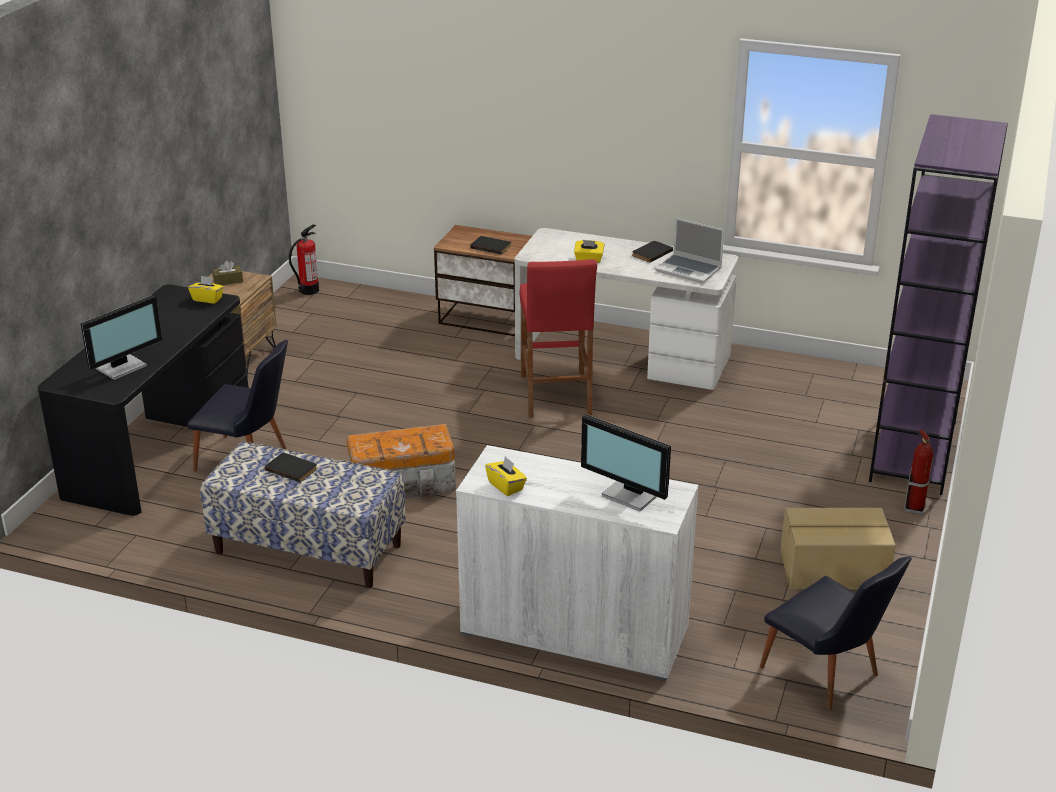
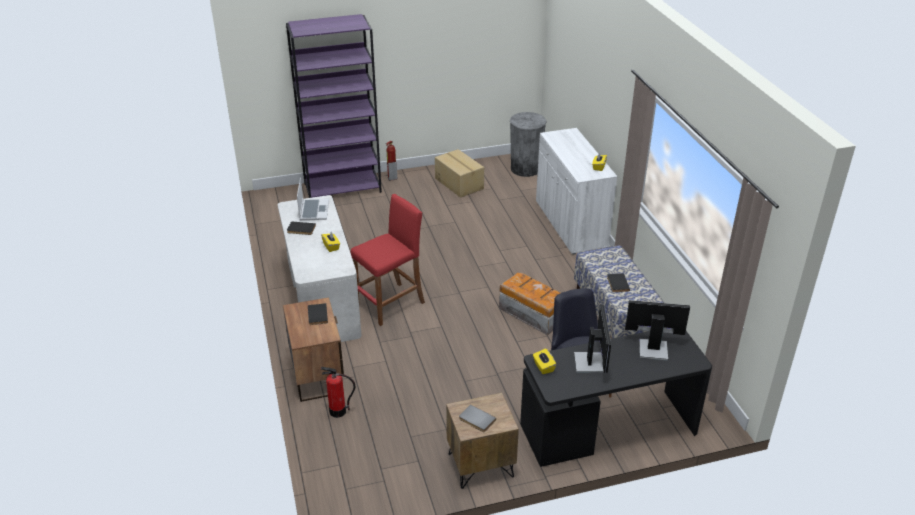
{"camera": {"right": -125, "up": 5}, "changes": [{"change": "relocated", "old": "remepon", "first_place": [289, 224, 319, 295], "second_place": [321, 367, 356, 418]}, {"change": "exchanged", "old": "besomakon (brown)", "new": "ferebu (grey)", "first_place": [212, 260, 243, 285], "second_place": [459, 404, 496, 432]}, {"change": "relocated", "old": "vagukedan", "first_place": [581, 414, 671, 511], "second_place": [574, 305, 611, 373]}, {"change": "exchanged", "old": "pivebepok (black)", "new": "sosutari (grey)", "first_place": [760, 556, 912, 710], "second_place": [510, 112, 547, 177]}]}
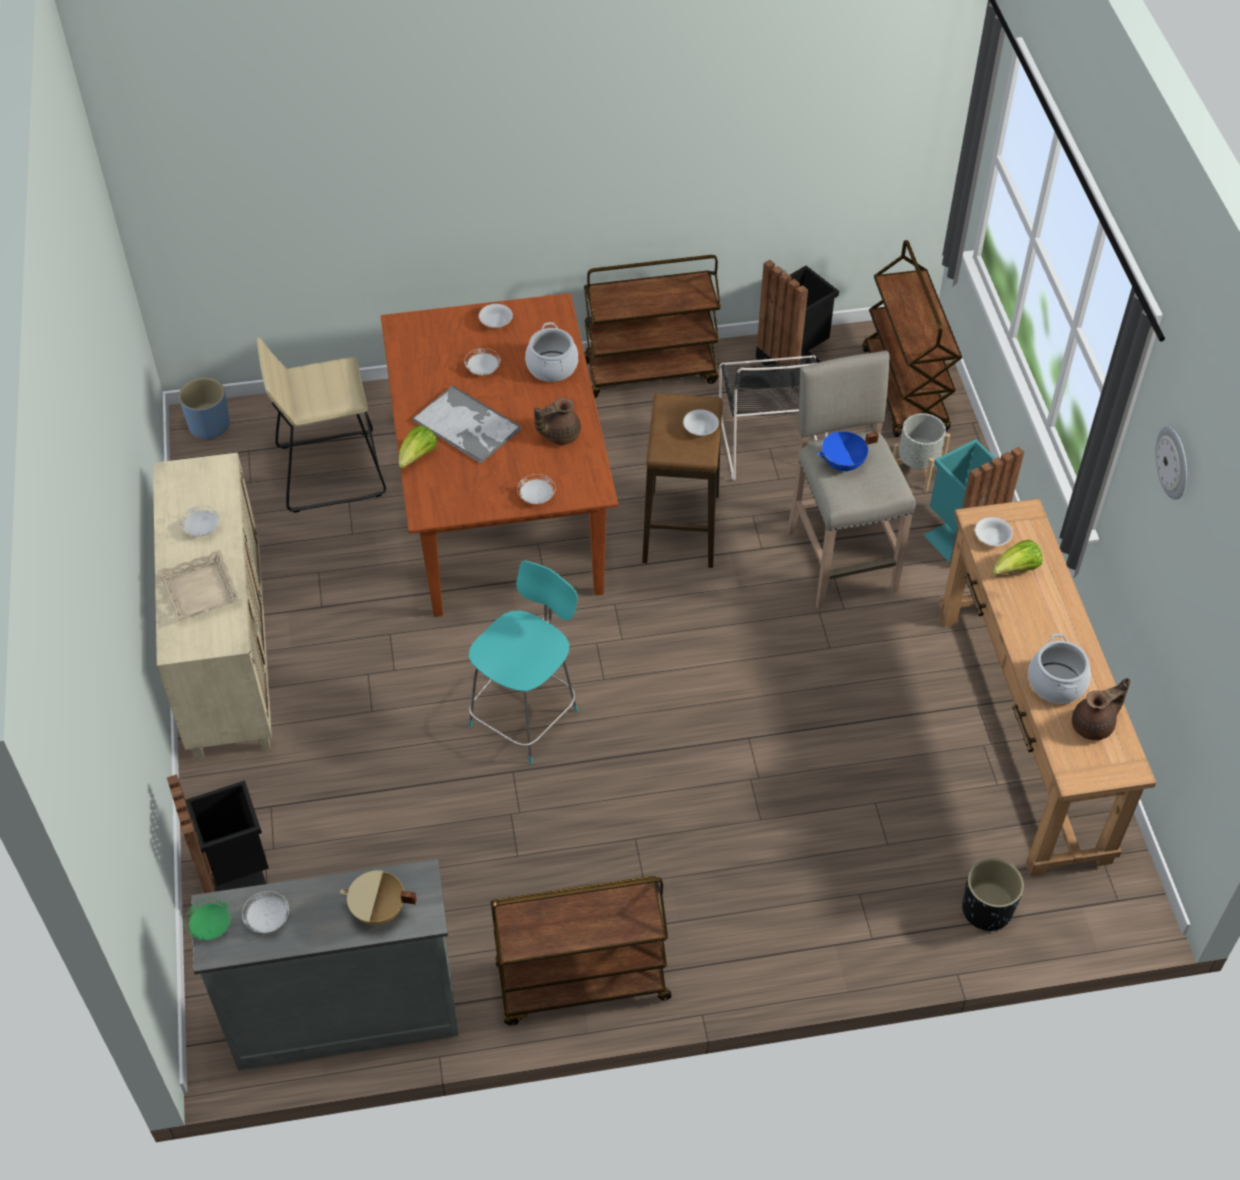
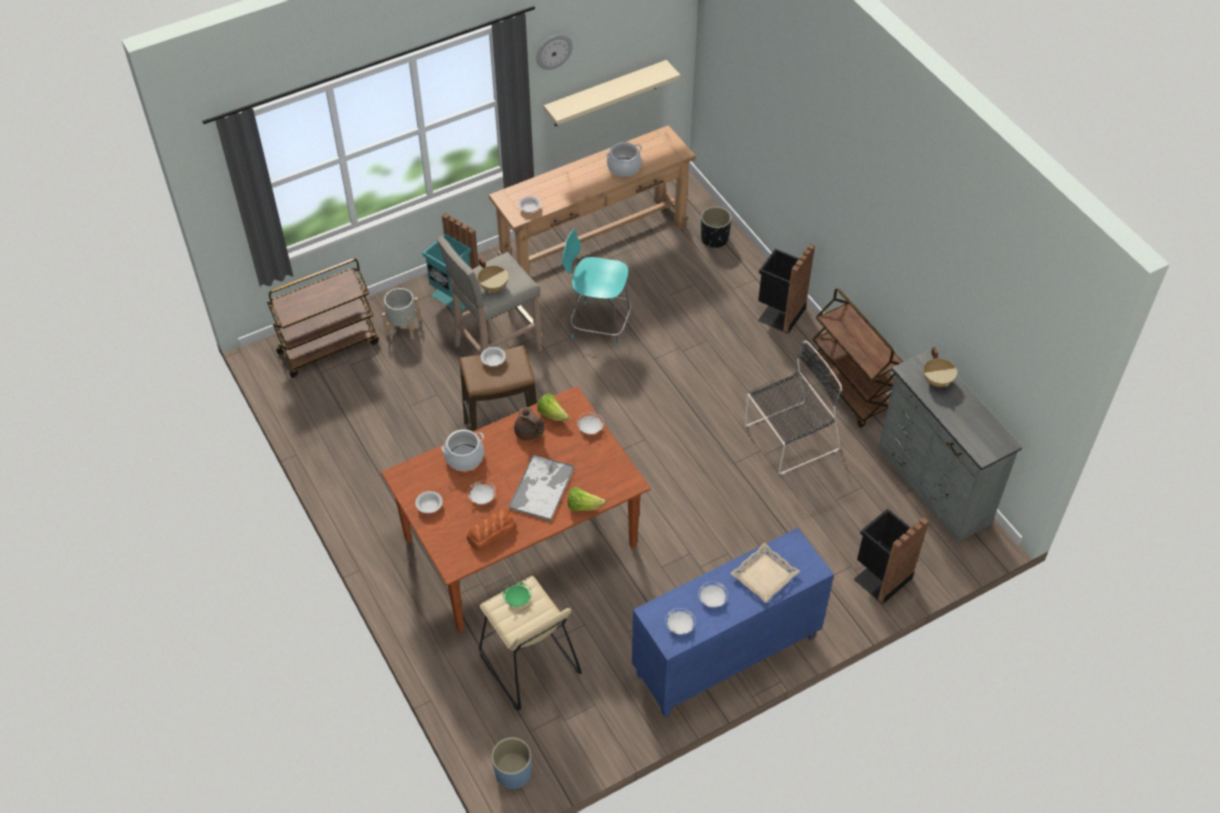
{"camera": {"right": -110, "up": 0}, "changes": [{"change": "missing", "old": "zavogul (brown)", "first_place": [584, 255, 721, 398]}, {"change": "relocated", "old": "sosutari (black)", "first_place": [756, 260, 839, 388], "second_place": [758, 244, 815, 334]}, {"change": "relocated", "old": "pivebepok (black)", "first_place": [719, 355, 828, 481], "second_place": [745, 341, 842, 475]}, {"change": "colour", "old": "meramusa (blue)", "new": "meramusa (beige)", "first_place": [817, 432, 879, 472], "second_place": [477, 258, 508, 292]}, {"change": "colour", "old": "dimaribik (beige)", "new": "dimaribik (blue)", "first_place": [153, 452, 272, 761], "second_place": [632, 528, 834, 717]}, {"change": "relocated", "old": "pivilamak", "first_place": [993, 540, 1042, 575], "second_place": [538, 393, 570, 421]}, {"change": "relocated", "old": "pivebepok (turquoise)", "first_place": [469, 561, 578, 764], "second_place": [562, 229, 632, 348]}, {"change": "missing", "old": "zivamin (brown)", "first_place": [1072, 678, 1130, 740]}, {"change": "relocated", "old": "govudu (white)", "first_place": [242, 891, 289, 934], "second_place": [665, 608, 696, 634]}, {"change": "relocated", "old": "govudu (green)", "first_place": [185, 898, 232, 940], "second_place": [503, 582, 532, 607]}, {"change": "appeared", "new": "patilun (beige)", "second_place": [544, 60, 680, 126]}, {"change": "appeared", "new": "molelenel", "second_place": [467, 509, 516, 551]}]}
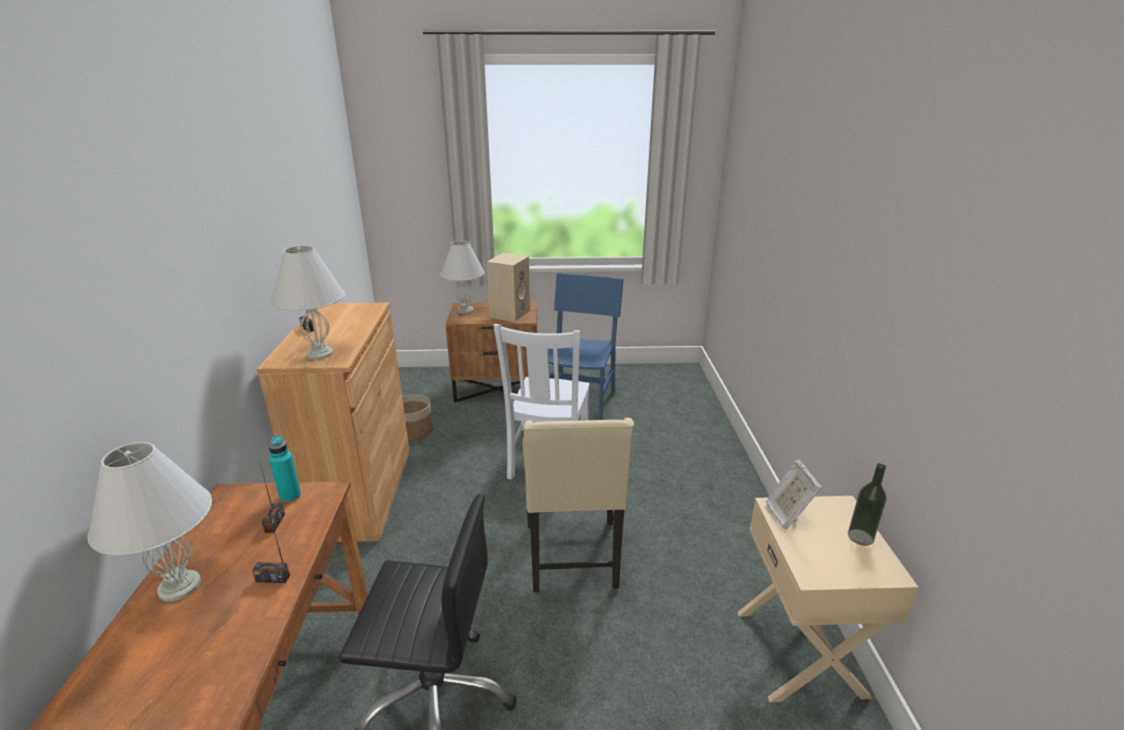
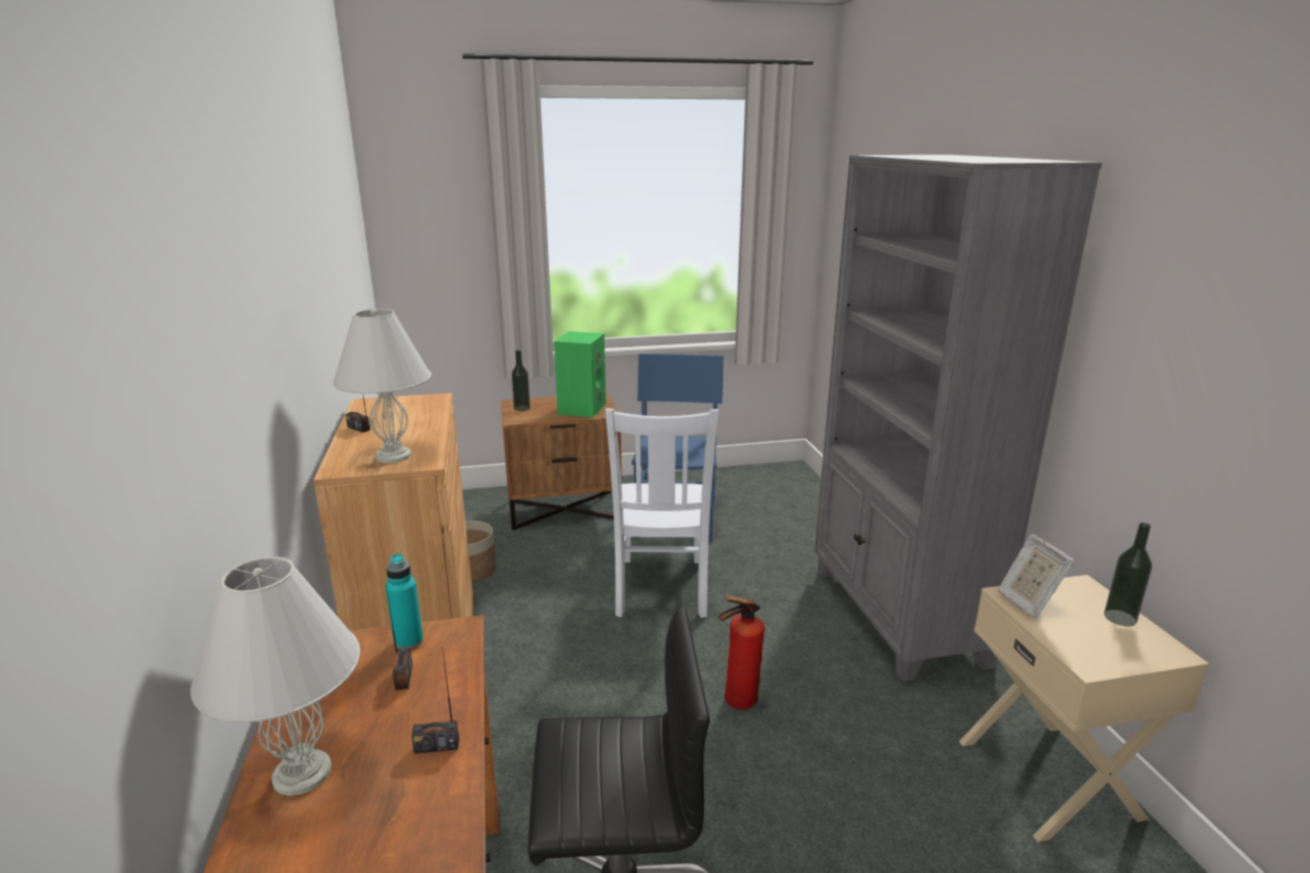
{"camera": {"right": -10, "up": -5}, "changes": [{"change": "exchanged", "old": "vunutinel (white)", "new": "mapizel", "first_place": [440, 241, 485, 314], "second_place": [511, 350, 530, 411]}, {"change": "colour", "old": "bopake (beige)", "new": "bopake (green)", "first_place": [487, 253, 530, 322], "second_place": [554, 331, 606, 418]}, {"change": "exchanged", "old": "pivebepok (beige)", "new": "remepon", "first_place": [523, 418, 634, 592], "second_place": [718, 595, 765, 710]}, {"change": "appeared", "new": "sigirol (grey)", "second_place": [815, 155, 1102, 683]}]}
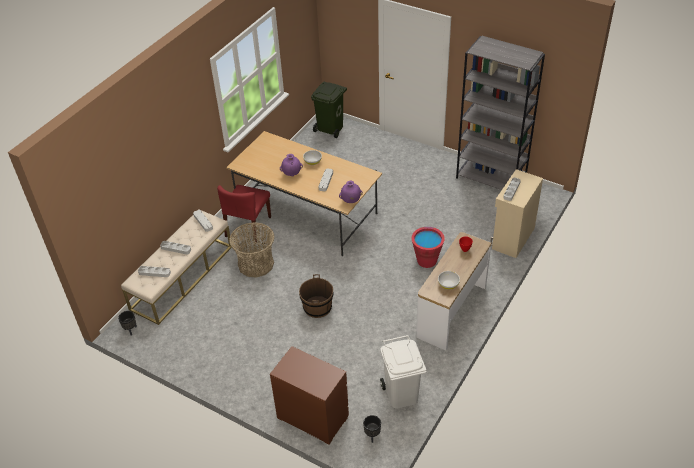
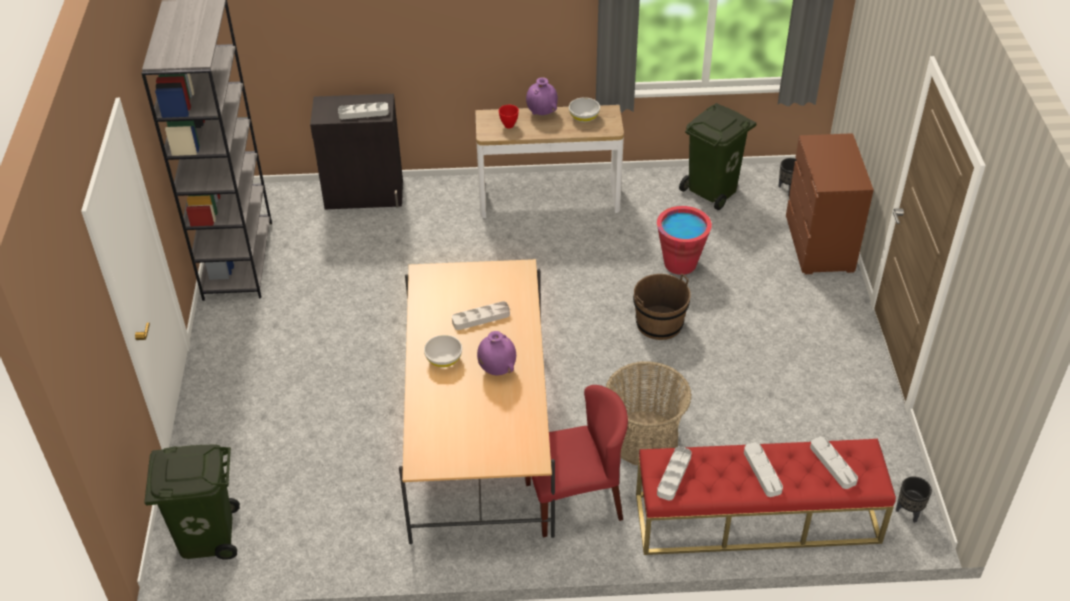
{"camera": {"right": -125, "up": 0}, "changes": [{"change": "colour", "old": "dimaribik (beige)", "new": "dimaribik (black)", "first_place": [490, 169, 543, 258], "second_place": [310, 94, 403, 210]}, {"change": "relocated", "old": "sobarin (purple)", "first_place": [339, 181, 363, 203], "second_place": [526, 77, 558, 115]}, {"change": "colour", "old": "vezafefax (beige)", "new": "vezafefax (red)", "first_place": [121, 209, 232, 325], "second_place": [636, 439, 896, 555]}, {"change": "relocated", "old": "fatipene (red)", "first_place": [412, 227, 445, 268], "second_place": [657, 206, 712, 275]}, {"change": "colour", "old": "sosutari (white)", "new": "sosutari (green)", "first_place": [380, 335, 427, 409], "second_place": [679, 103, 756, 210]}]}
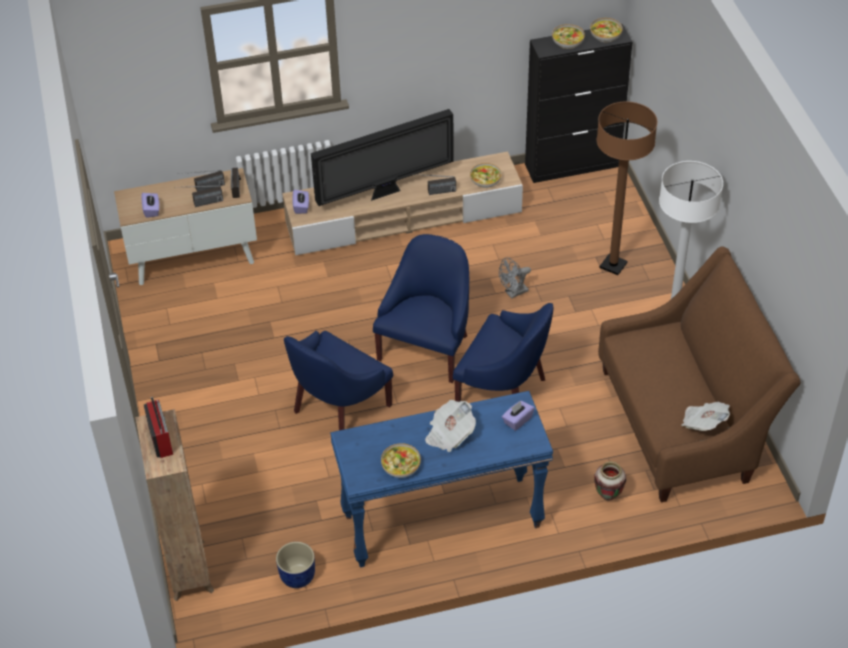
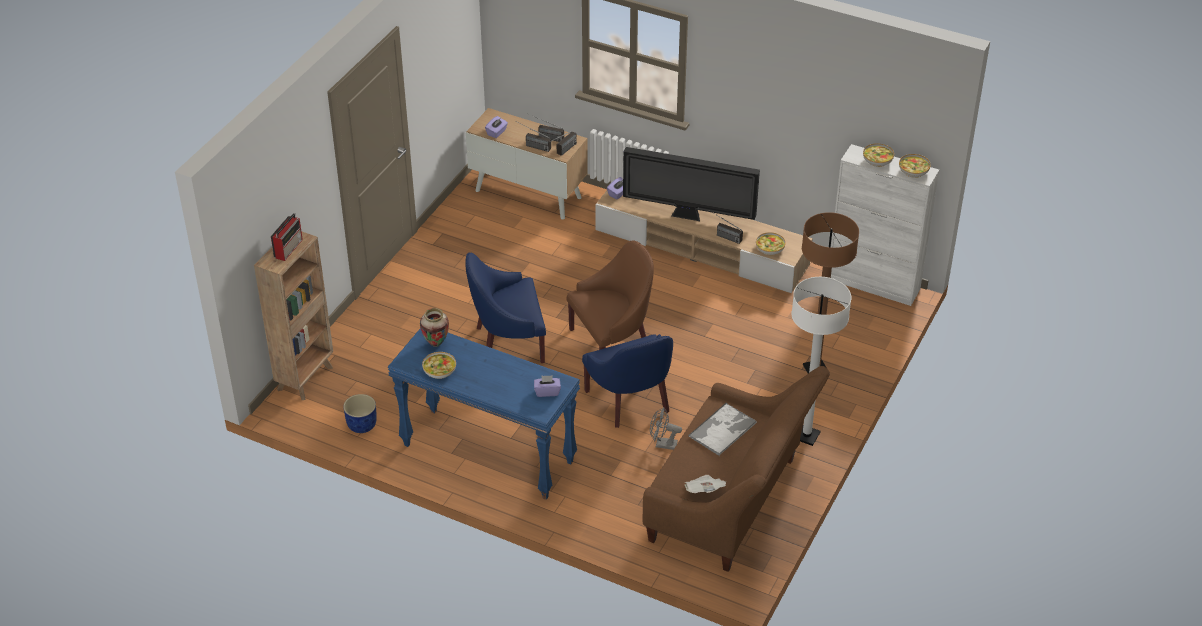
{"camera": {"right": 40, "up": -5}, "changes": [{"change": "colour", "old": "dimaribik (black)", "new": "dimaribik (white)", "first_place": [525, 24, 633, 183], "second_place": [831, 144, 939, 306]}, {"change": "colour", "old": "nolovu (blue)", "new": "nolovu (brown)", "first_place": [373, 234, 469, 383], "second_place": [567, 241, 654, 350]}, {"change": "relocated", "old": "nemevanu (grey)", "first_place": [499, 257, 531, 299], "second_place": [650, 407, 682, 450]}, {"change": "missing", "old": "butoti", "first_place": [425, 400, 476, 452]}, {"change": "relocated", "old": "sobarin", "first_place": [594, 462, 626, 500], "second_place": [420, 308, 449, 347]}, {"change": "appeared", "new": "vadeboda", "second_place": [688, 403, 757, 456]}]}
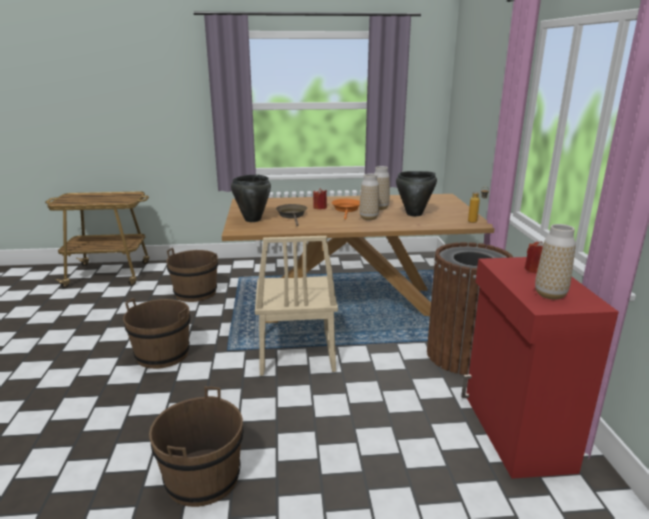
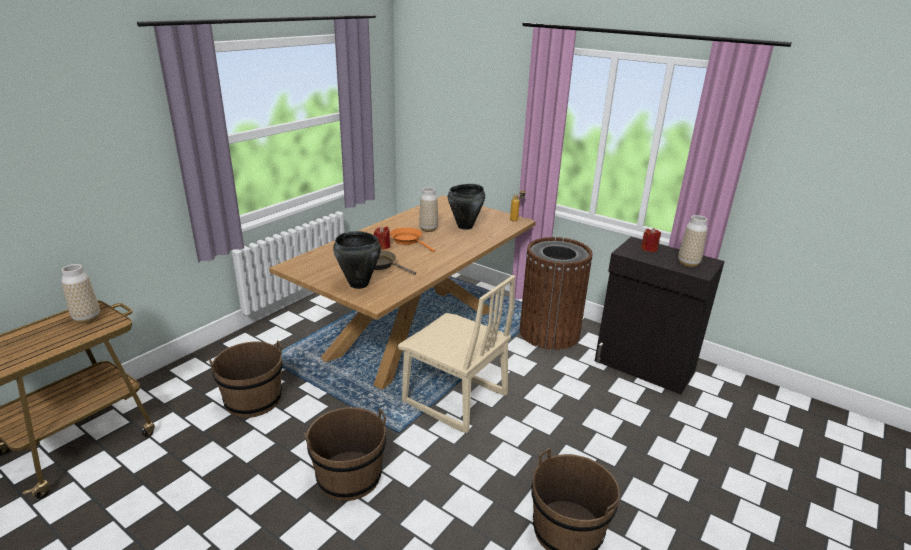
{"camera": {"right": -50, "up": 5}, "changes": [{"change": "relocated", "old": "sobarin", "first_place": [359, 174, 379, 220], "second_place": [61, 264, 100, 324]}, {"change": "colour", "old": "dimaribik (red)", "new": "dimaribik (black)", "first_place": [461, 257, 619, 479], "second_place": [595, 237, 725, 395]}]}
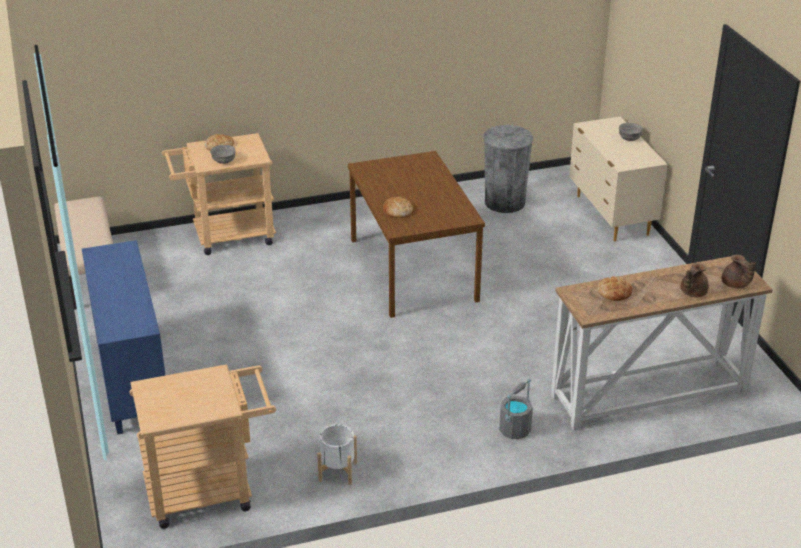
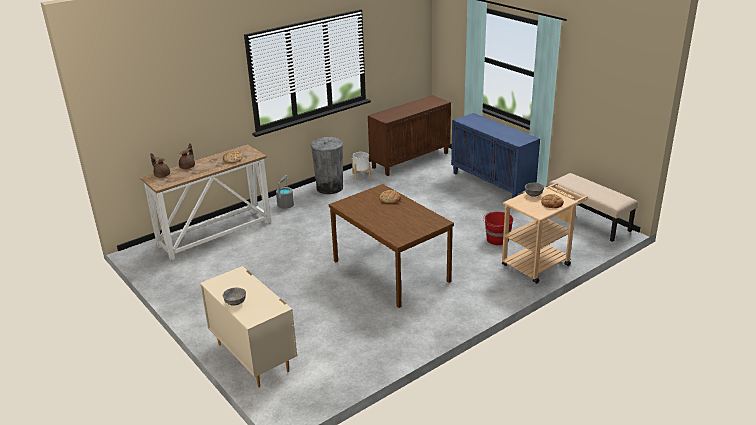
{"camera": {"right": 160, "up": -5}, "changes": [{"change": "relocated", "old": "sosutari (grey)", "first_place": [483, 125, 533, 213], "second_place": [311, 137, 343, 194]}, {"change": "exchanged", "old": "zavogul (beige)", "new": "dimaribik (brown)", "first_place": [130, 365, 276, 529], "second_place": [368, 95, 451, 176]}, {"change": "appeared", "new": "fatipene (red)", "second_place": [483, 212, 514, 245]}]}
